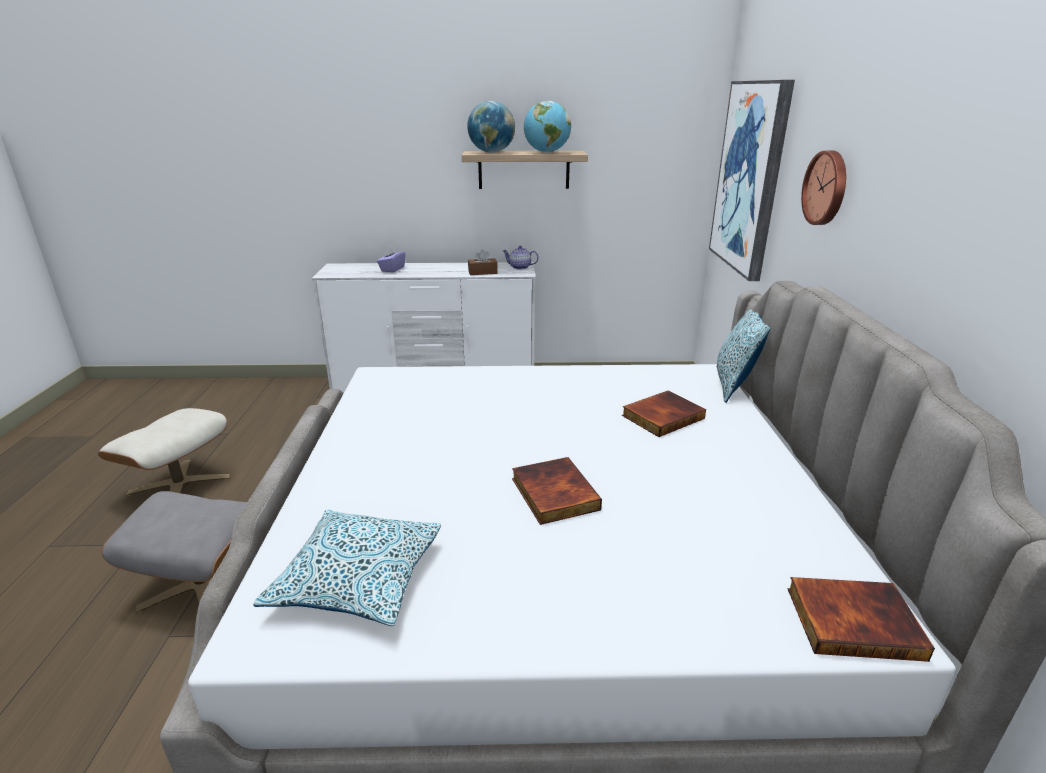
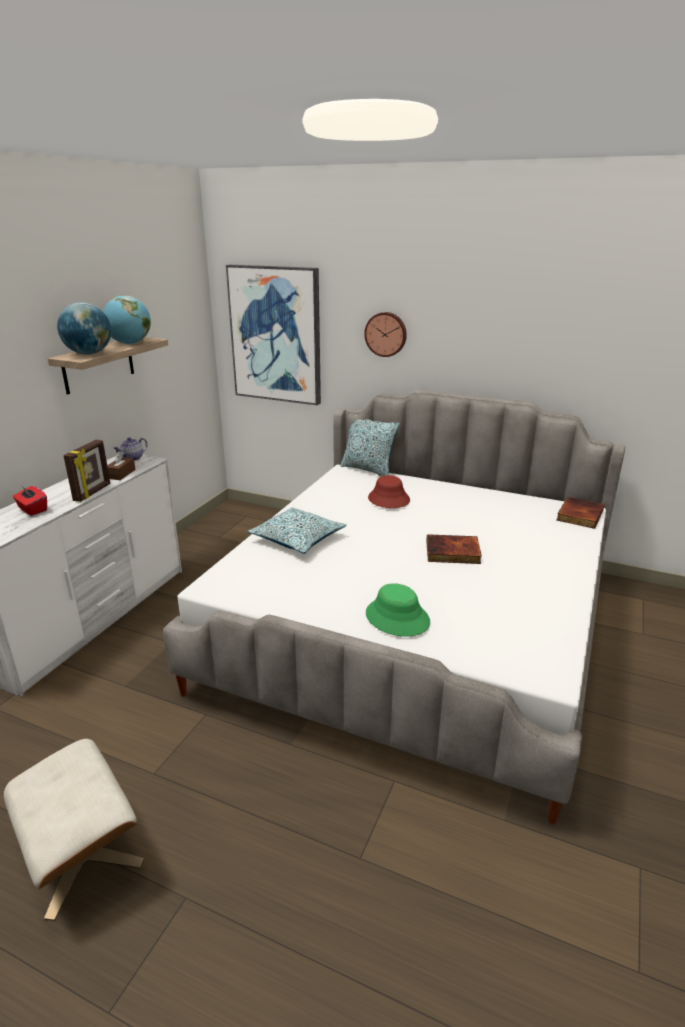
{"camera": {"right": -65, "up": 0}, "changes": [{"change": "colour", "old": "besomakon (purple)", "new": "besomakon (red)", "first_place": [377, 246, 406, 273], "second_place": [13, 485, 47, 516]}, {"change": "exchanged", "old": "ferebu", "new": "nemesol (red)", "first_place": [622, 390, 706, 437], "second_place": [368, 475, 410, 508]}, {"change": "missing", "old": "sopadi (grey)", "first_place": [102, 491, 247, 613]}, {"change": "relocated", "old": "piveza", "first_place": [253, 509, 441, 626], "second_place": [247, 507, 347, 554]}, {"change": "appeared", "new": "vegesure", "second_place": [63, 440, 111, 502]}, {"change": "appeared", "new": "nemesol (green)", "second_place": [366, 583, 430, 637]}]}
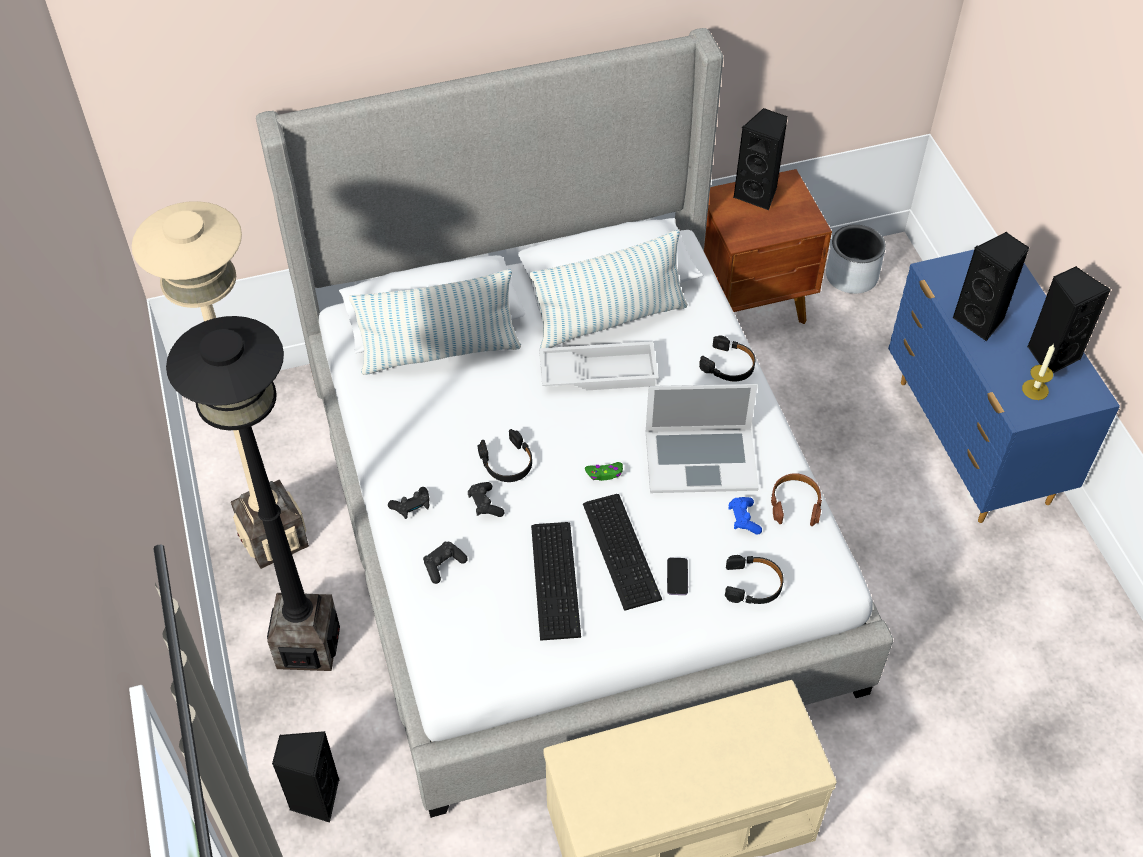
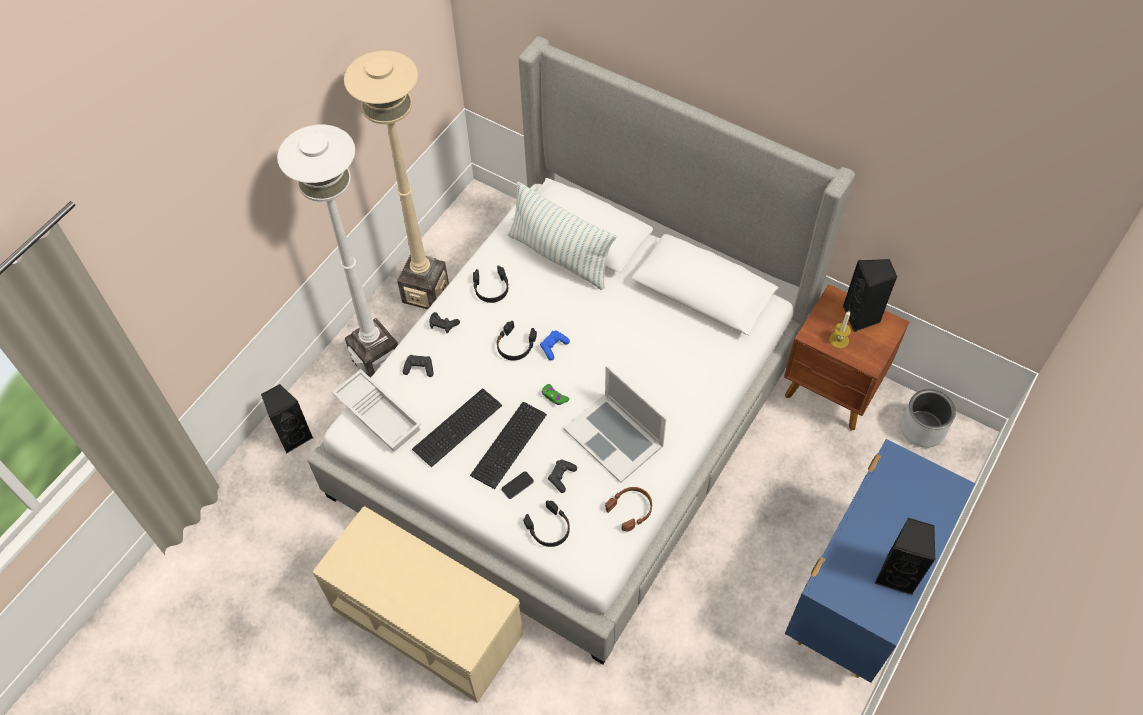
{"camera": {"right": 50, "up": 5}, "changes": [{"change": "missing", "old": "piveza", "first_place": [530, 230, 688, 348]}, {"change": "missing", "old": "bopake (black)", "first_place": [953, 232, 1029, 341]}, {"change": "colour", "old": "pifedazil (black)", "new": "pifedazil (white)", "first_place": [166, 316, 340, 671], "second_place": [277, 125, 398, 378]}, {"change": "relocated", "old": "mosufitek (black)", "first_place": [699, 336, 755, 381], "second_place": [473, 266, 508, 303]}, {"change": "relocated", "old": "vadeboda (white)", "first_place": [539, 341, 659, 391], "second_place": [332, 369, 421, 452]}, {"change": "relocated", "old": "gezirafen", "first_place": [1022, 344, 1055, 400], "second_place": [830, 311, 851, 349]}, {"change": "relocated", "old": "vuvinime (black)", "first_place": [468, 482, 504, 517], "second_place": [548, 460, 577, 493]}, {"change": "relocated", "old": "vuvinime (blue)", "first_place": [729, 497, 762, 535], "second_place": [540, 330, 570, 360]}]}
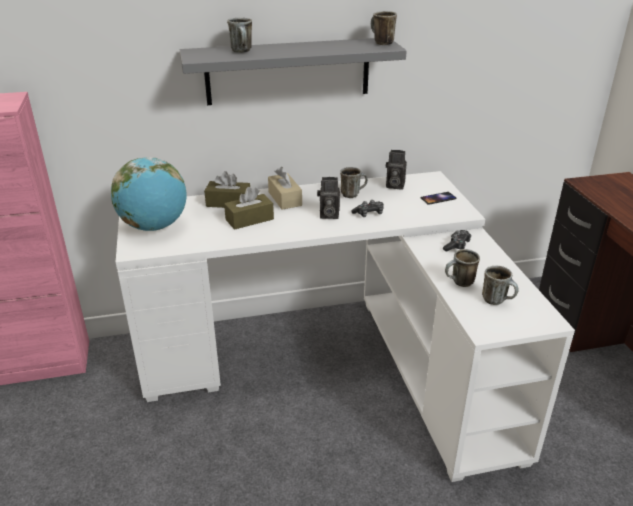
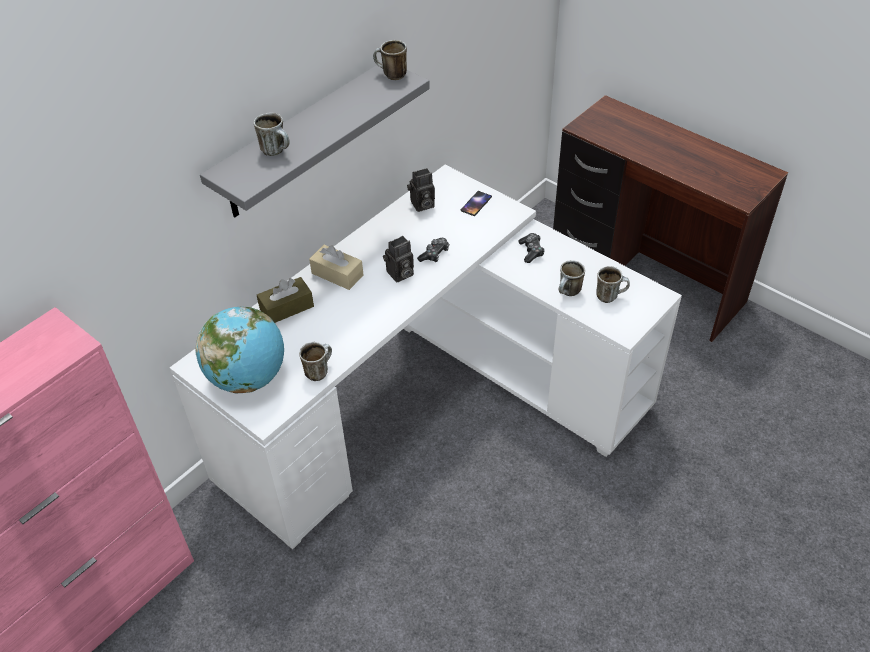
{"camera": {"right": -35, "up": 15}, "changes": [{"change": "relocated", "old": "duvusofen", "first_place": [340, 167, 368, 198], "second_place": [299, 342, 332, 381]}, {"change": "missing", "old": "besomakon (brown)", "first_place": [224, 187, 274, 230]}]}
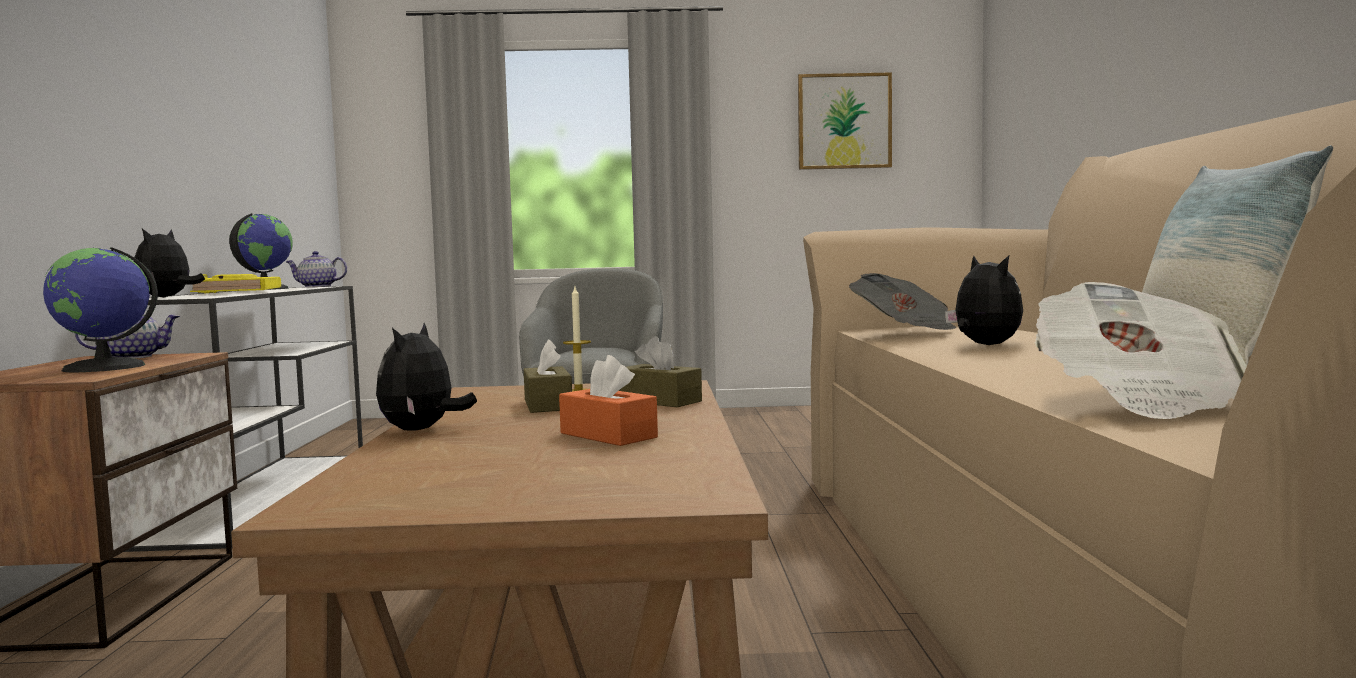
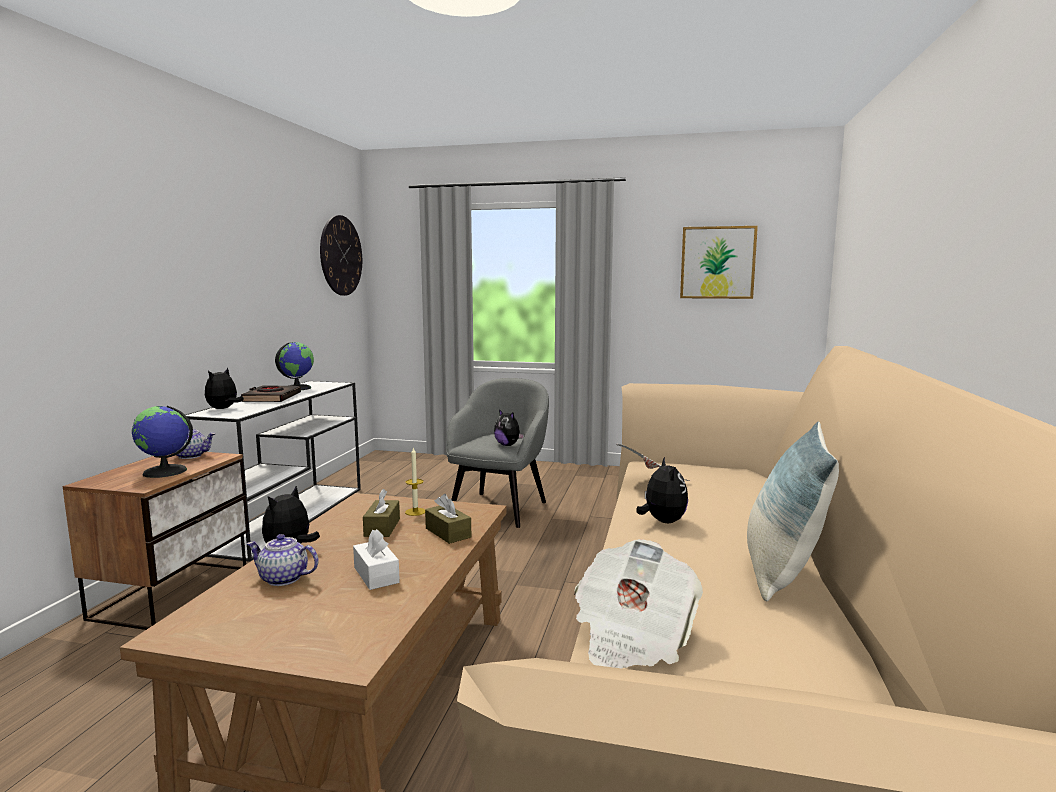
{"camera": {"right": 15, "up": 5}, "changes": [{"change": "relocated", "old": "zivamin", "first_place": [286, 251, 347, 287], "second_place": [246, 534, 318, 586]}, {"change": "colour", "old": "ferebu (yellow)", "new": "ferebu (black)", "first_place": [190, 274, 281, 294], "second_place": [241, 385, 301, 402]}, {"change": "colour", "old": "besomakon (orange)", "new": "besomakon (white)", "first_place": [559, 355, 658, 446], "second_place": [353, 529, 400, 590]}, {"change": "appeared", "new": "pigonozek", "second_place": [320, 215, 362, 296]}, {"change": "appeared", "new": "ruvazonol", "second_place": [494, 409, 524, 446]}]}
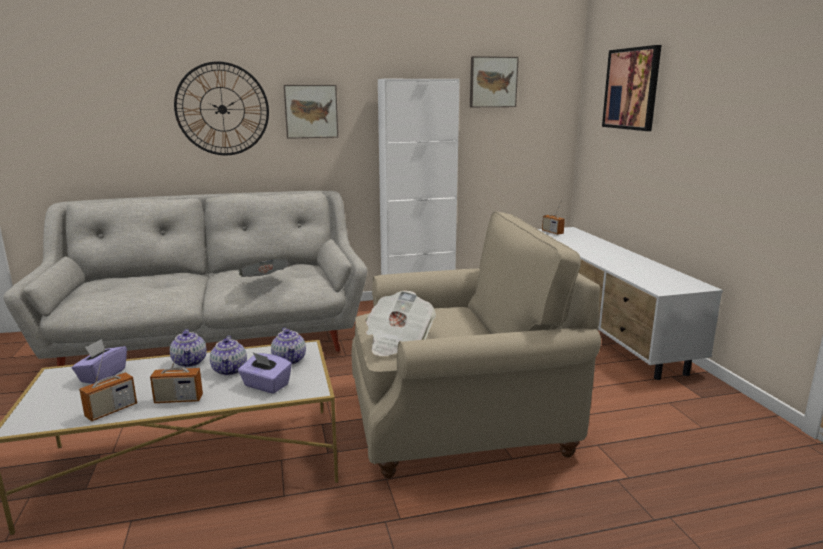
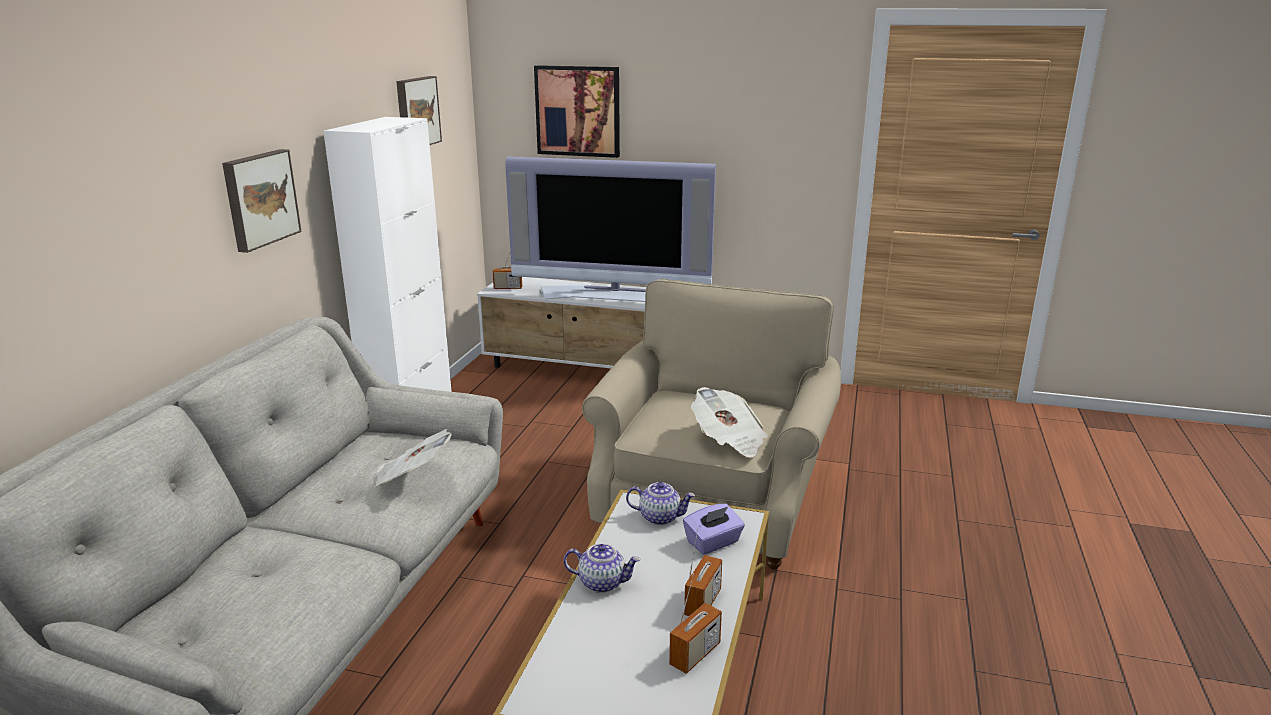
{"camera": {"right": -60, "up": 5}, "changes": [{"change": "missing", "old": "pigonozek", "first_place": [174, 61, 269, 155]}, {"change": "missing", "old": "zivamin", "first_place": [210, 335, 247, 375]}, {"change": "missing", "old": "besomakon (purple)", "first_place": [72, 339, 127, 384]}, {"change": "spun", "old": "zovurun", "first_place": [79, 345, 137, 422], "second_place": [669, 574, 722, 674], "degrees": 60}, {"change": "appeared", "new": "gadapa", "second_place": [505, 157, 716, 302]}]}
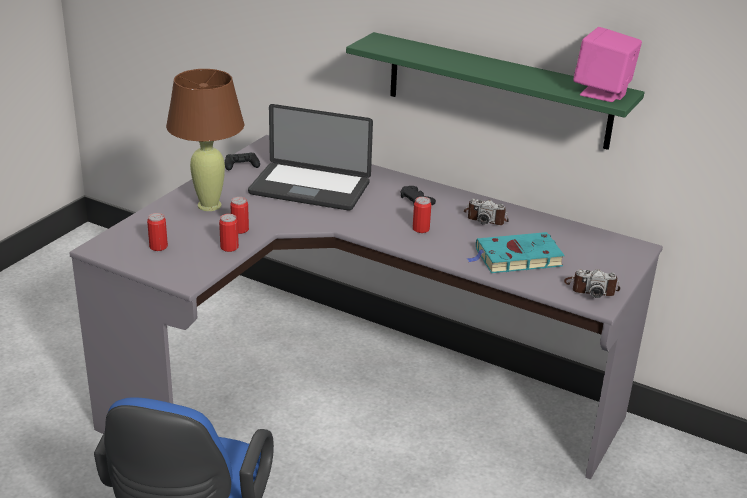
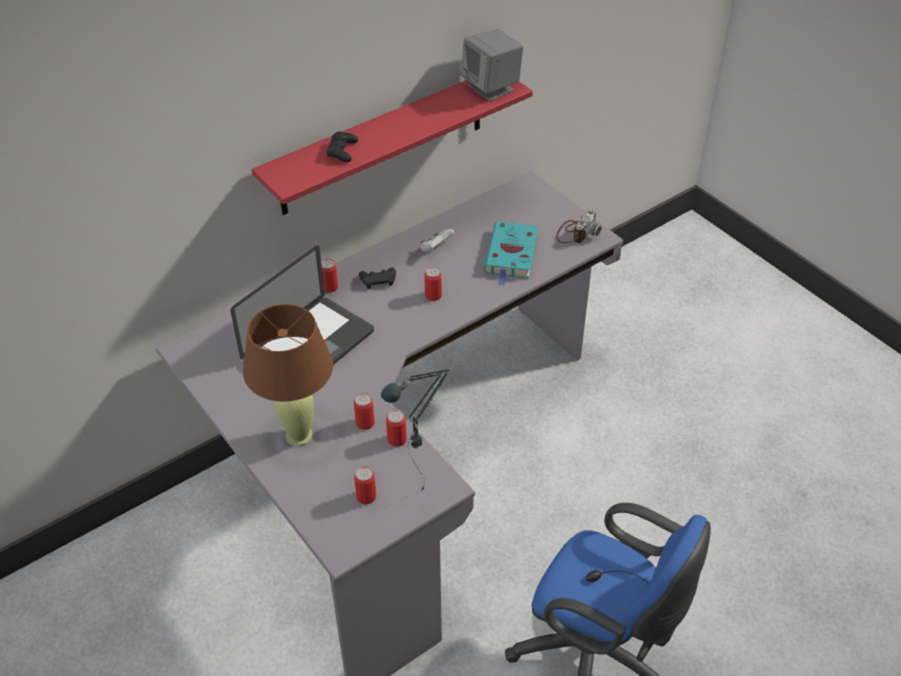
{"camera": {"right": -65, "up": 15}, "changes": [{"change": "colour", "old": "bopake (pink)", "new": "bopake (grey)", "first_place": [573, 27, 642, 102], "second_place": [461, 29, 523, 101]}, {"change": "colour", "old": "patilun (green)", "new": "patilun (red)", "first_place": [346, 32, 645, 150], "second_place": [252, 80, 533, 215]}, {"change": "relocated", "old": "vuvinime (black)", "first_place": [225, 153, 260, 170], "second_place": [326, 132, 358, 162]}, {"change": "exchanged", "old": "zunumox", "new": "vuvinime (white)", "first_place": [464, 199, 509, 225], "second_place": [420, 229, 455, 253]}, {"change": "appeared", "new": "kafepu", "second_place": [321, 258, 338, 293]}, {"change": "appeared", "new": "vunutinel", "second_place": [381, 368, 450, 490]}]}
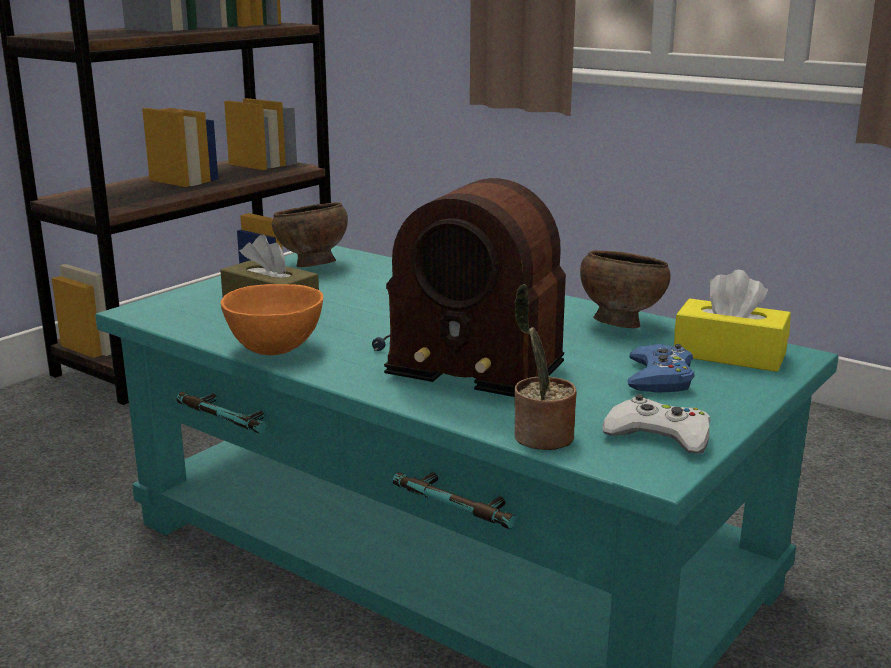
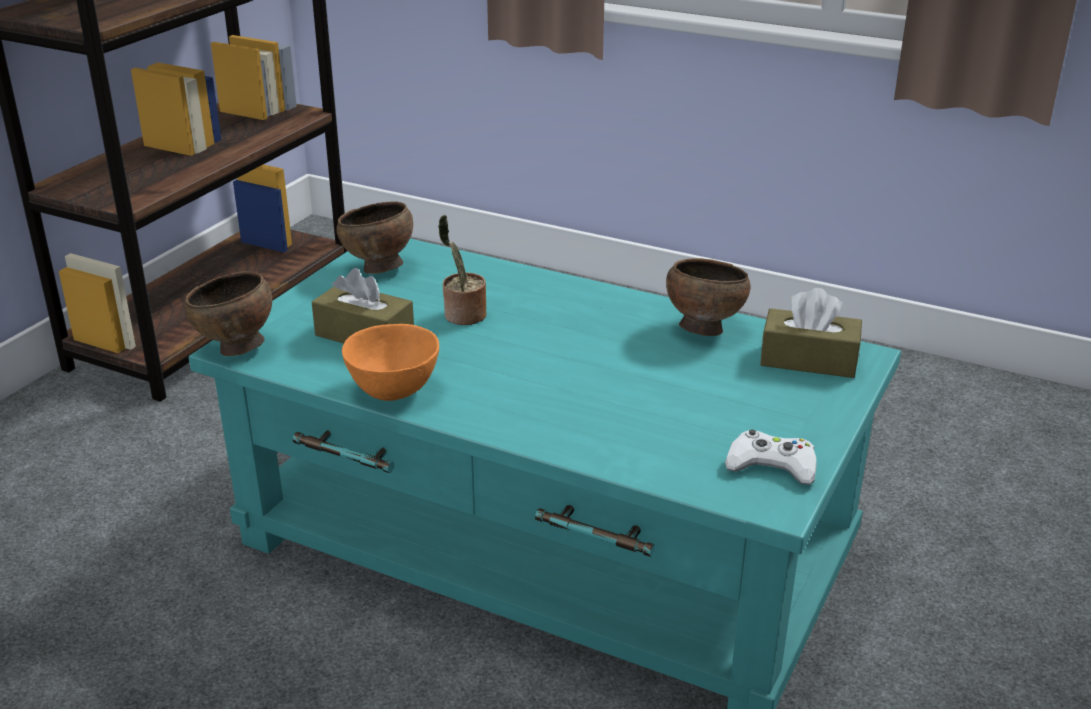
{"camera": {"right": -10, "up": 10}, "changes": [{"change": "missing", "old": "zovurun", "first_place": [372, 178, 566, 397]}, {"change": "colour", "old": "besomakon (yellow)", "new": "besomakon (brown)", "first_place": [674, 270, 791, 372], "second_place": [760, 288, 862, 378]}, {"change": "relocated", "old": "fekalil", "first_place": [514, 284, 577, 450], "second_place": [438, 215, 487, 325]}, {"change": "missing", "old": "vuvinime (blue)", "first_place": [627, 344, 695, 393]}, {"change": "appeared", "new": "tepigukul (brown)", "second_place": [185, 271, 272, 356]}]}
